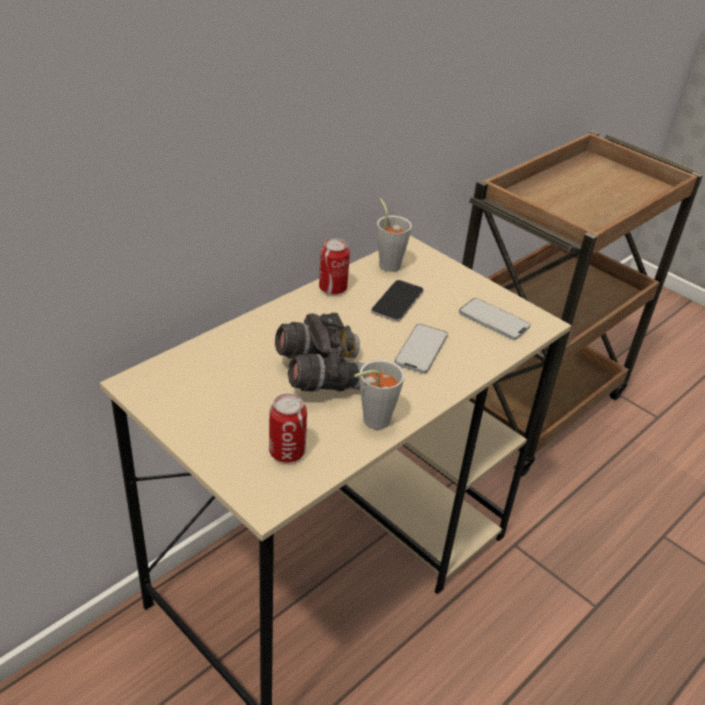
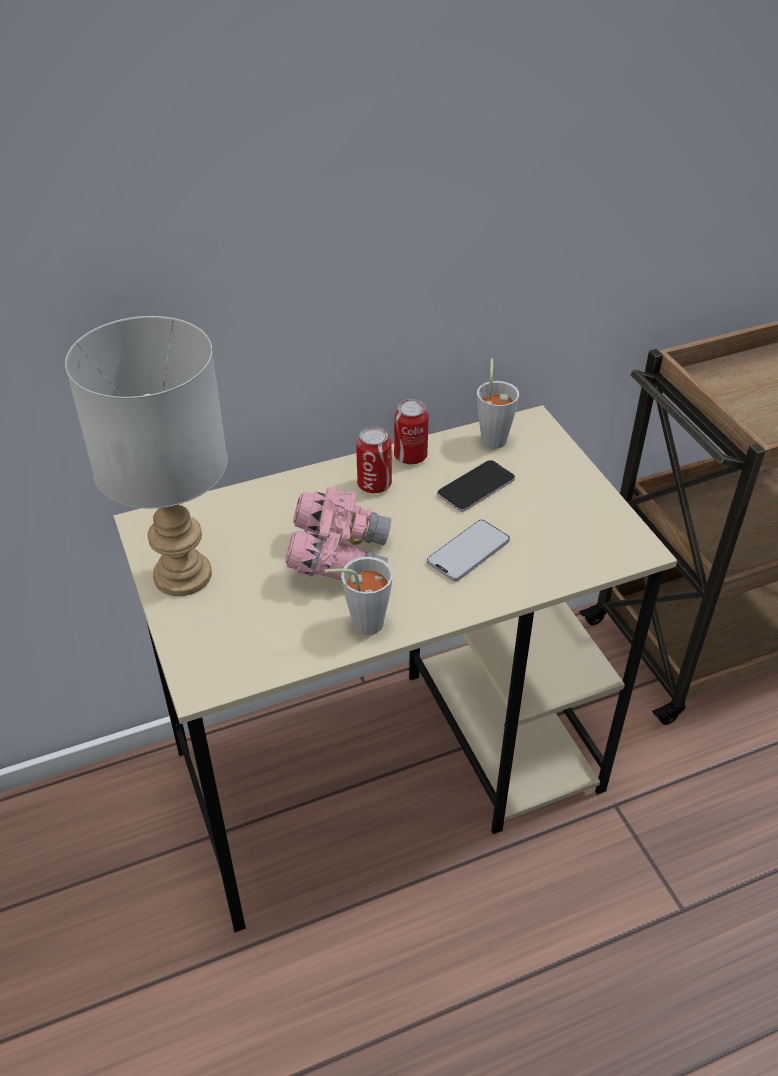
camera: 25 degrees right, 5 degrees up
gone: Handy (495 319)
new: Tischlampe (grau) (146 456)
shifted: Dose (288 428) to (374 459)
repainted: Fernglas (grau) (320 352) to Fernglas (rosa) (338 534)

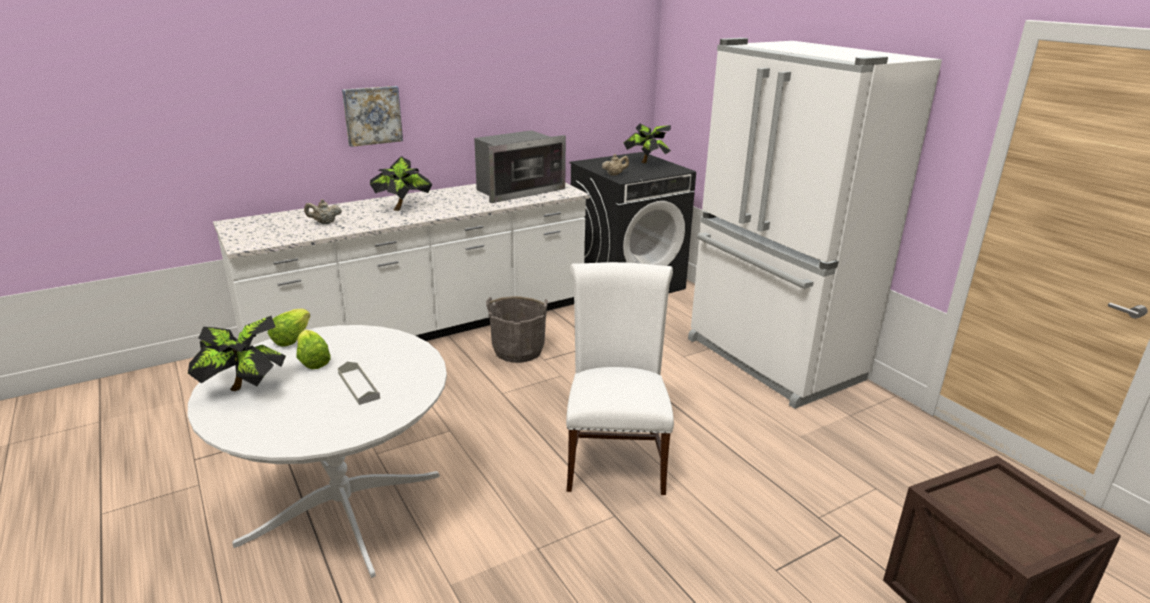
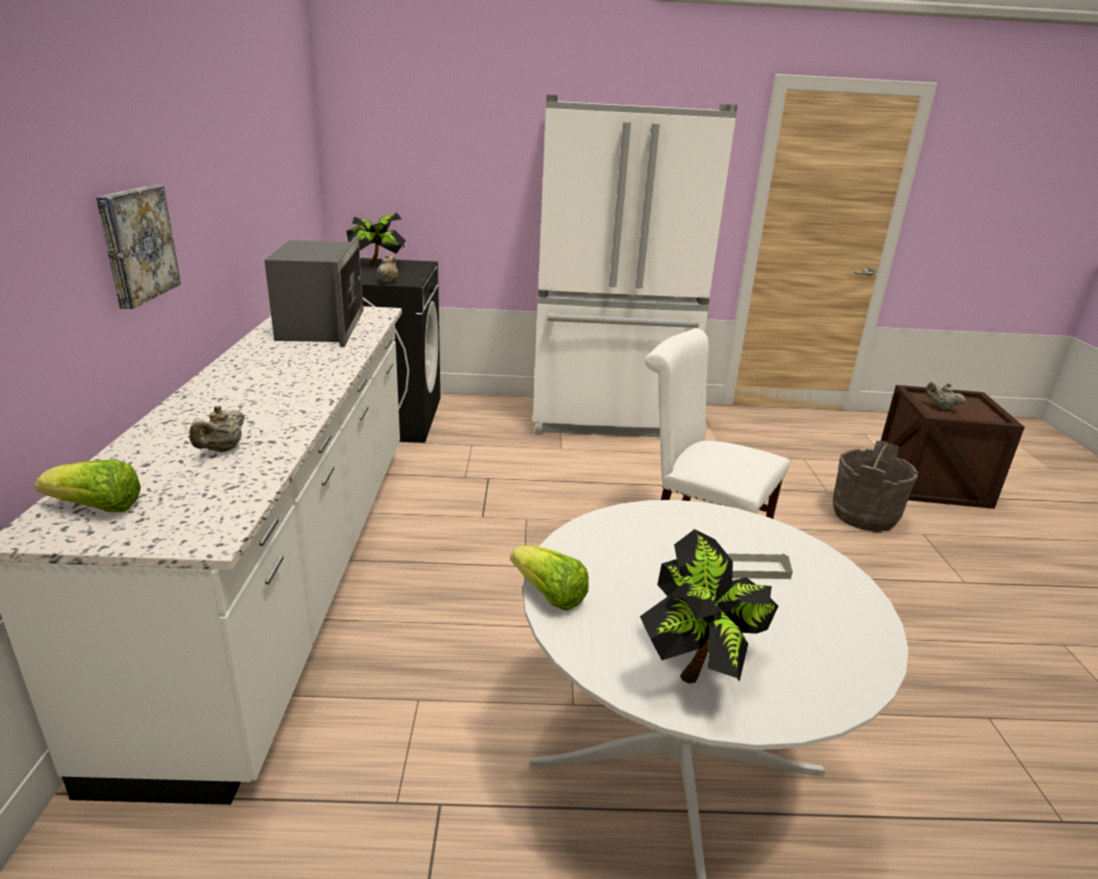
camera: 60 degrees left, 0 degrees up
gone: Topfpflanze (401 183)
new: Teekanne (beige) (945 396)
shifted: Salatkopf (313 349) to (88 486); Eimer (grau) (517 329) to (875 486)

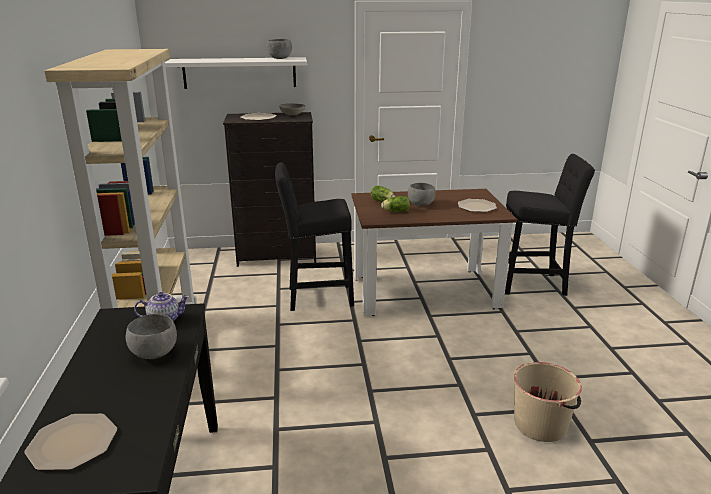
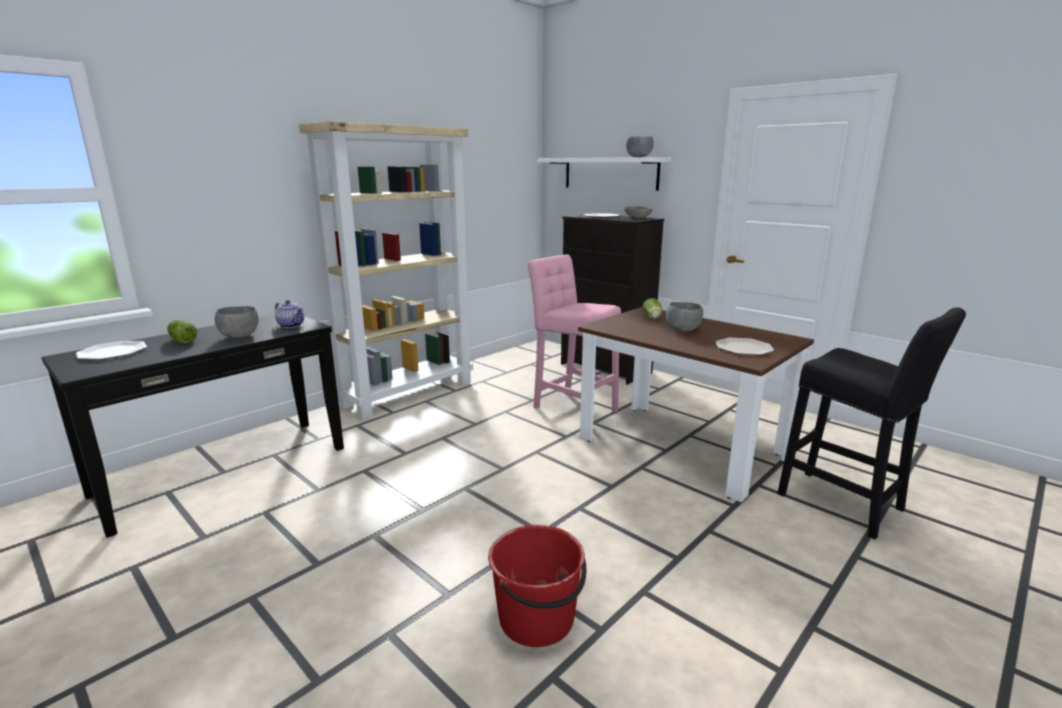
camera: 50 degrees right, 5 degrees down
shifted: Salatkopf (395 204) to (182 332)
repainted: Hocker (schwarz) (314 236) to Hocker (rosa) (574 333); Eimer (beige) (547 402) to Eimer (rot) (537 586)

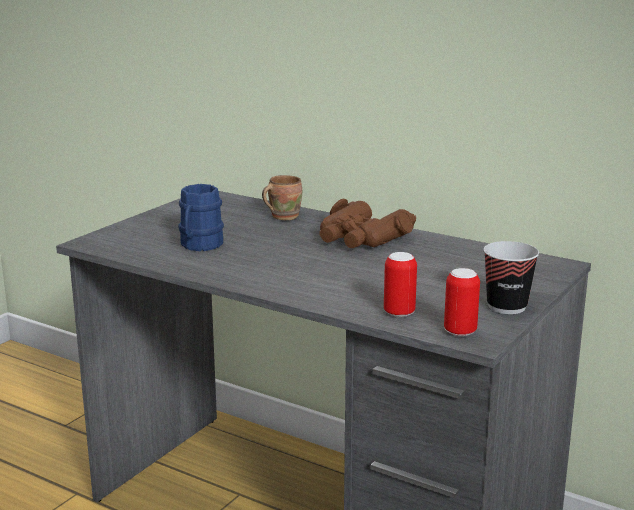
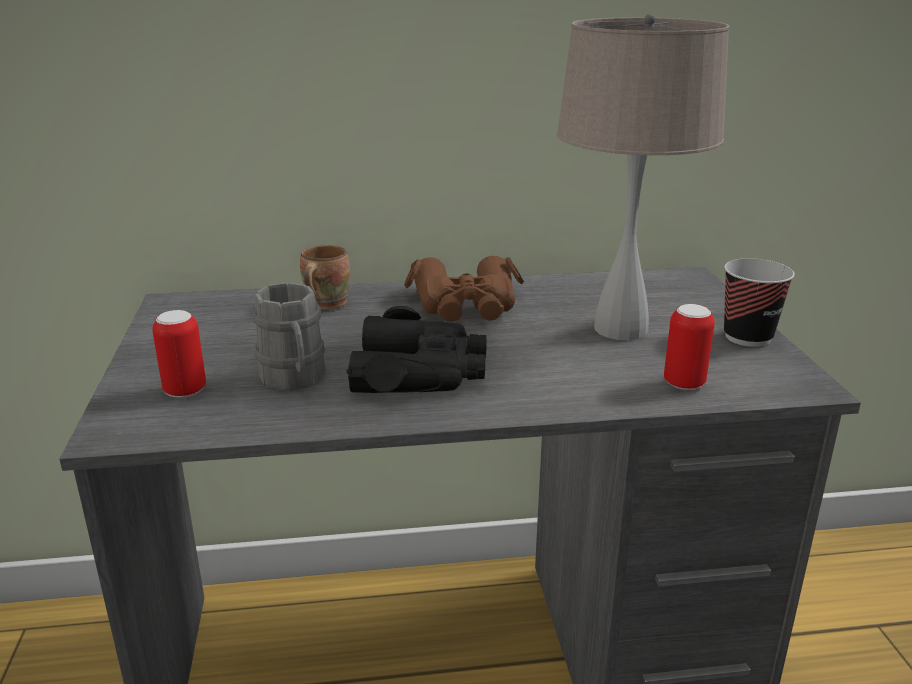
camera: 40 degrees left, 5 degrees up
new: Fernglas (schwarz) (417 349); Tischlampe (beige) (643 177)
shifted: Dose (462 302) to (179 354)
repainted: Henkelbecher (blau) (201 217) to Henkelbecher (grau) (289 337)

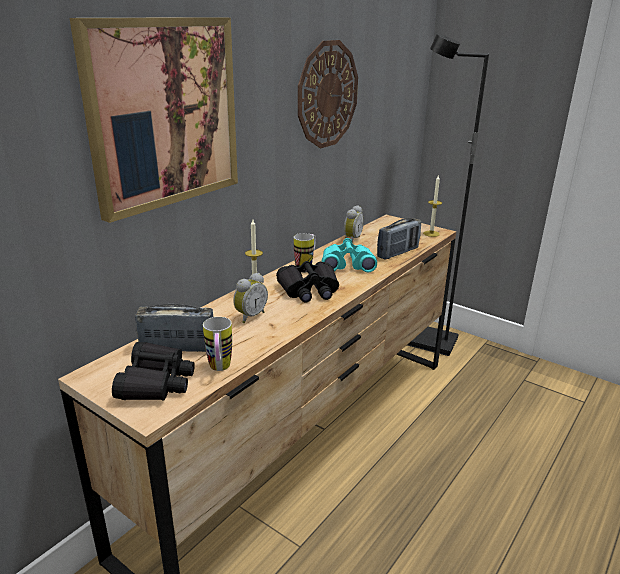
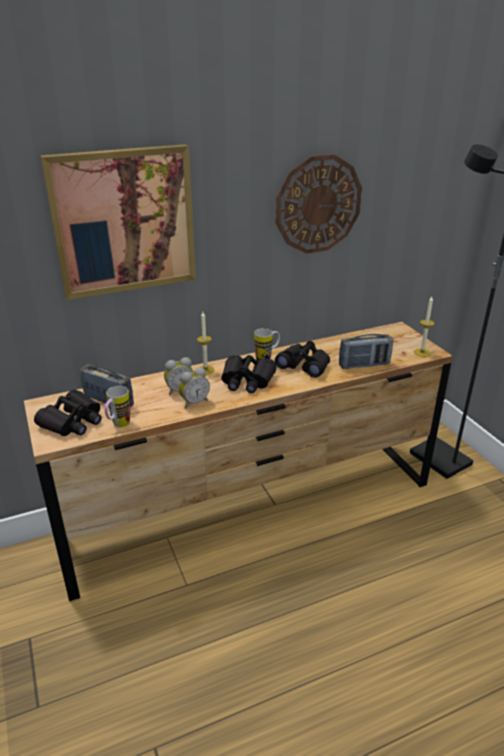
camera: 30 degrees right, 5 degrees up
shifted: Wecker (354 223) to (194 387)
repainted: Fernglas (türkis) (349 255) to Fernglas (schwarz) (302 359)

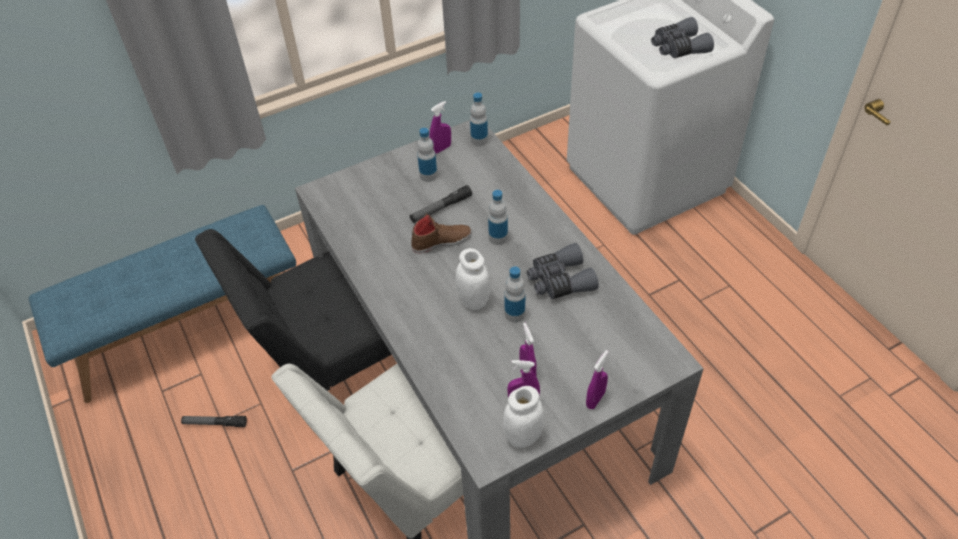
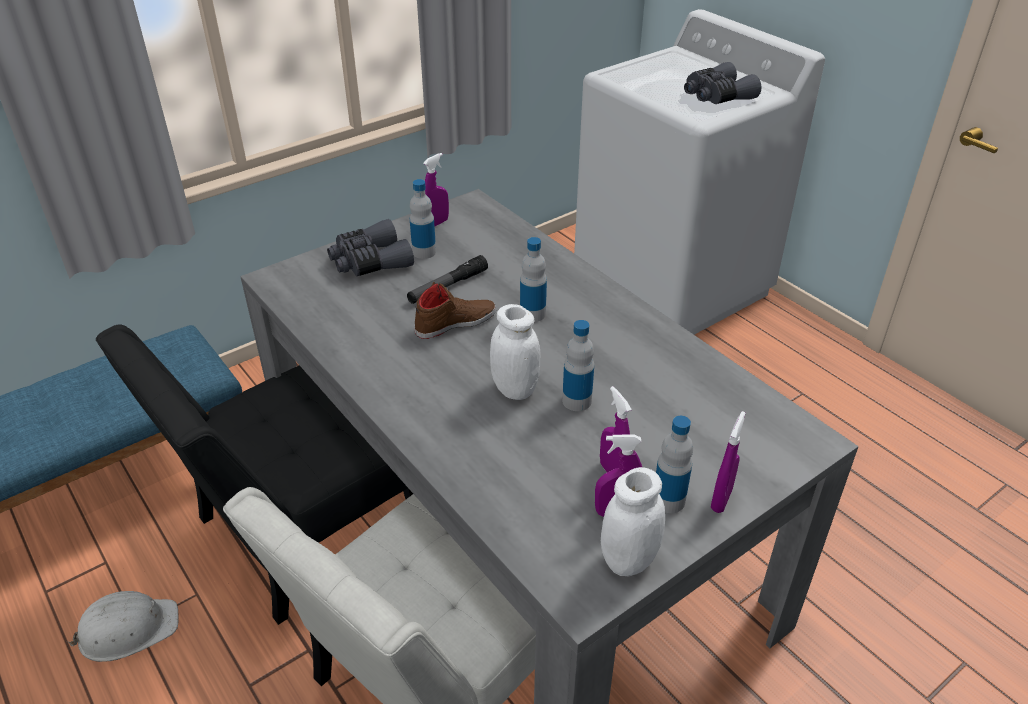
camera: 10 degrees left, 10 degrees down
shifted: Flasche (479 119) to (674 464); Fernglas (grau) (563 271) to (370 247)
swapped: Taschenlampe (214 421) to Schutzhelm (weiß) (123 626)

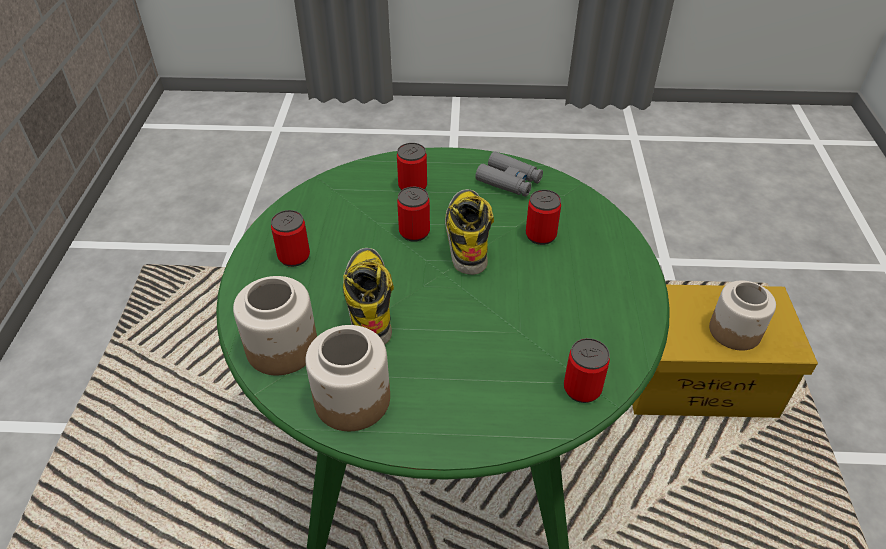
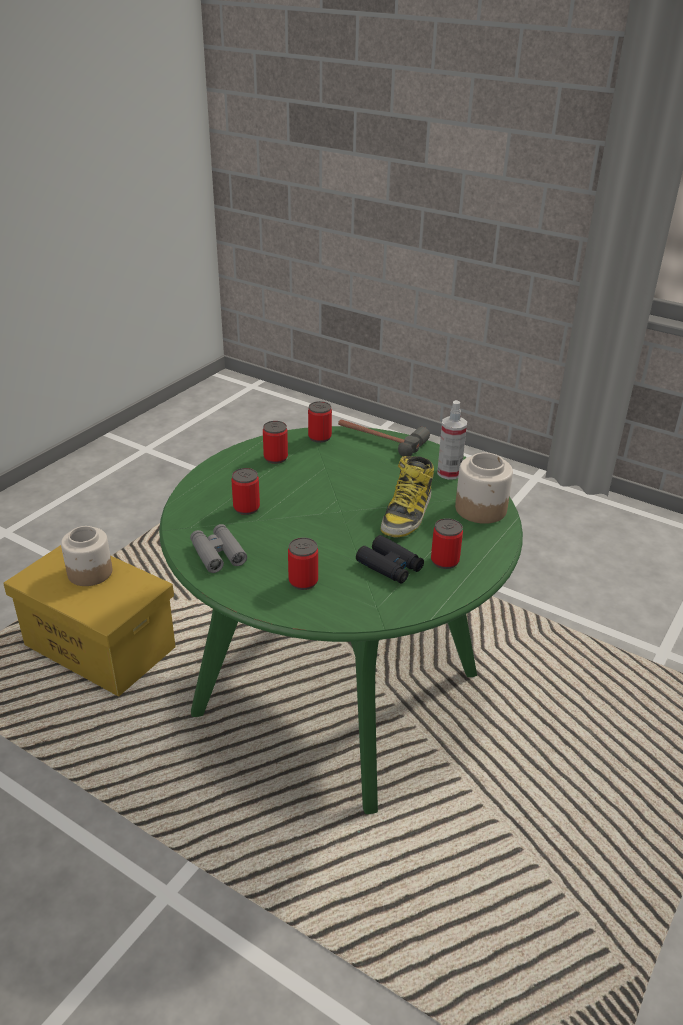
camera: 150 degrees left, 10 degrees down
gone: Stiefel (469 232)
new: Hammer (384 438); Fernglas (schwarz) (390 559)
shifted: Dose (413 214) to (275 442)
swapped: Vorratsglas (347 378) to Sprühflasche (452 440)

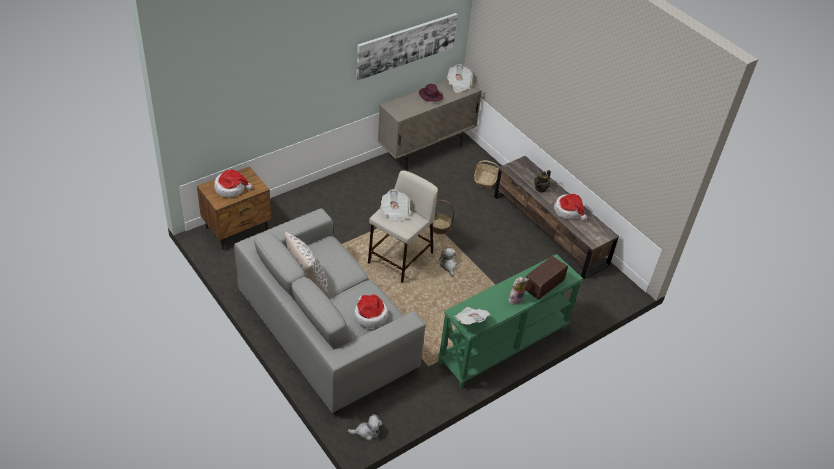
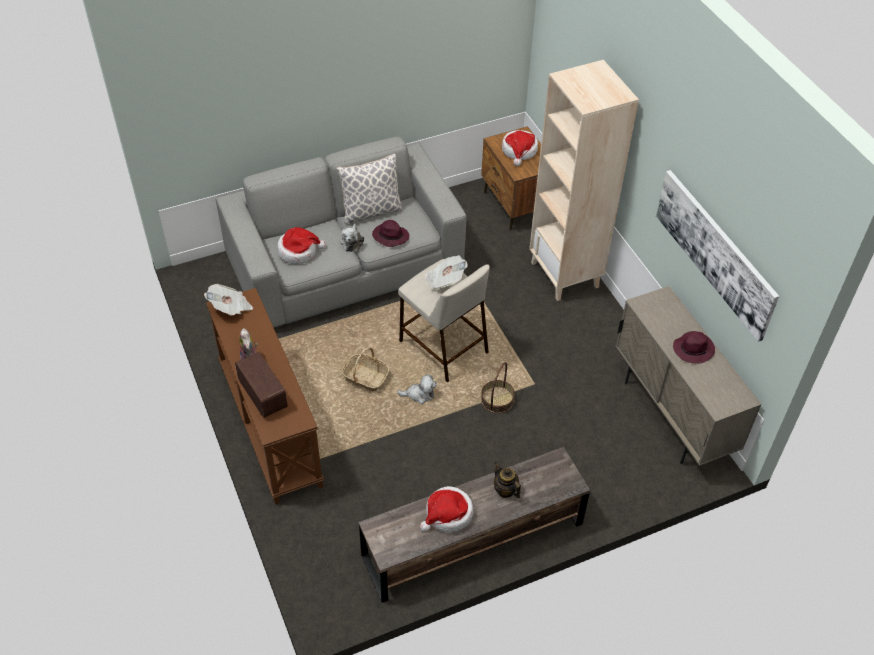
camera: 105 degrees right, 5 degrees up
gone: Zeitung (460 78)
new: Hut (lila) (390 233); Bücherregal (beige) (584 180)
shifted: Plüschtier (365 427) to (352 238); Korb (486 174) to (365 369)
repainted: Konsolentisch (grün) (510 321) to Konsolentisch (braun) (265 396)

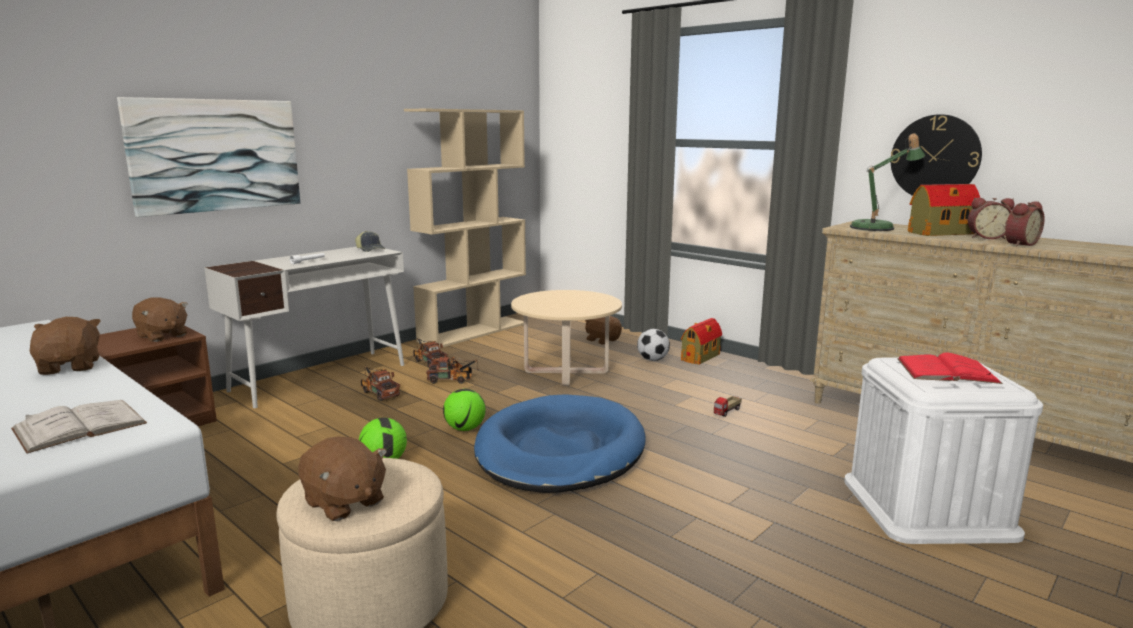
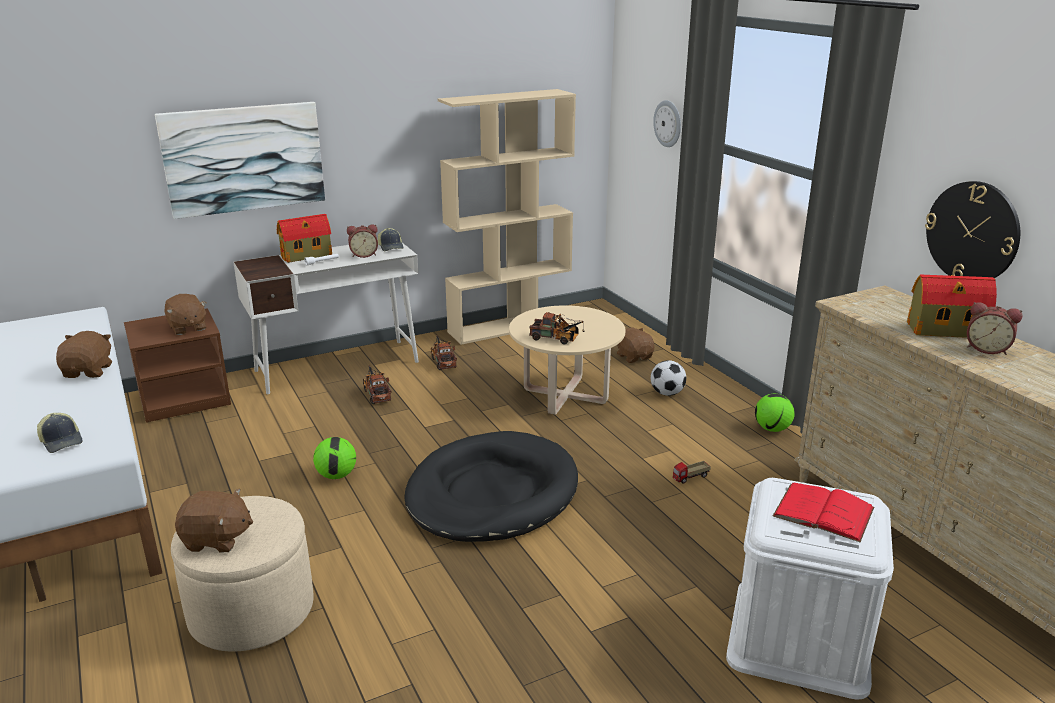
camera: 20 degrees right, 10 degrees up
gone: Tischlampe (888 182)
new: Wanduhr (667 123)
shifted: Spielzeuglaster (452 370) to (557 328); Fußball (464 410) to (775 413); Spielzeughaus (701 341) to (304 238); Wecker (1025 224) to (362 241)
swapped: Buch (weiß) (79 427) to Kappe (60 433)
repainted: Hundebett (blau) (560 443) to Hundebett (schwarz) (491 486)
rotated: Plüschtier (braun) (342 478) = (214 520) 60 degrees counterclockwise

